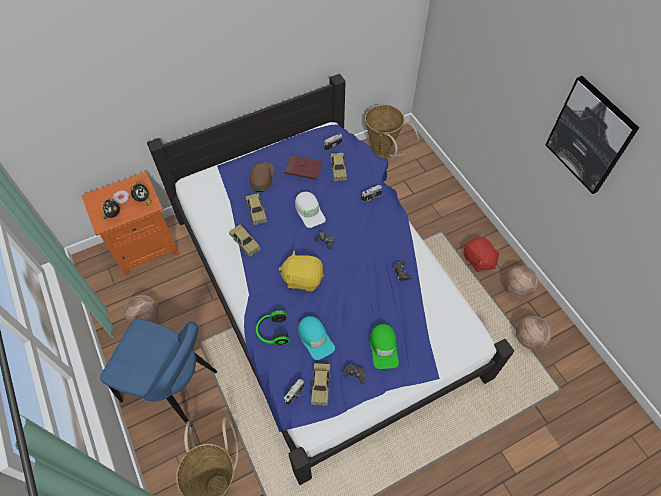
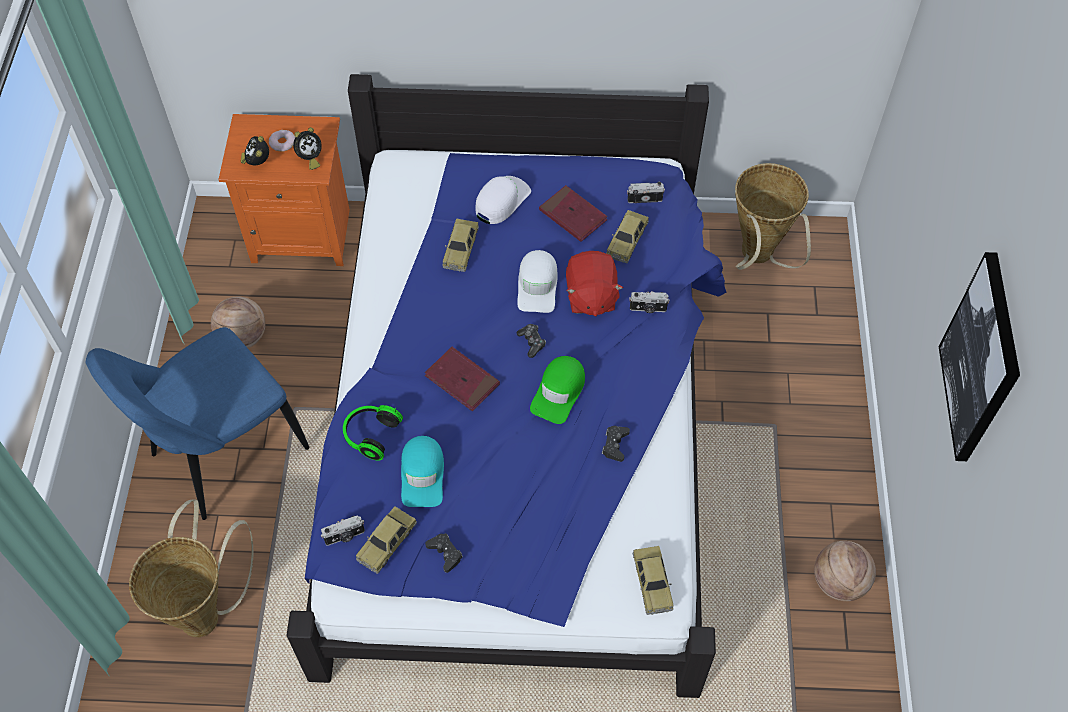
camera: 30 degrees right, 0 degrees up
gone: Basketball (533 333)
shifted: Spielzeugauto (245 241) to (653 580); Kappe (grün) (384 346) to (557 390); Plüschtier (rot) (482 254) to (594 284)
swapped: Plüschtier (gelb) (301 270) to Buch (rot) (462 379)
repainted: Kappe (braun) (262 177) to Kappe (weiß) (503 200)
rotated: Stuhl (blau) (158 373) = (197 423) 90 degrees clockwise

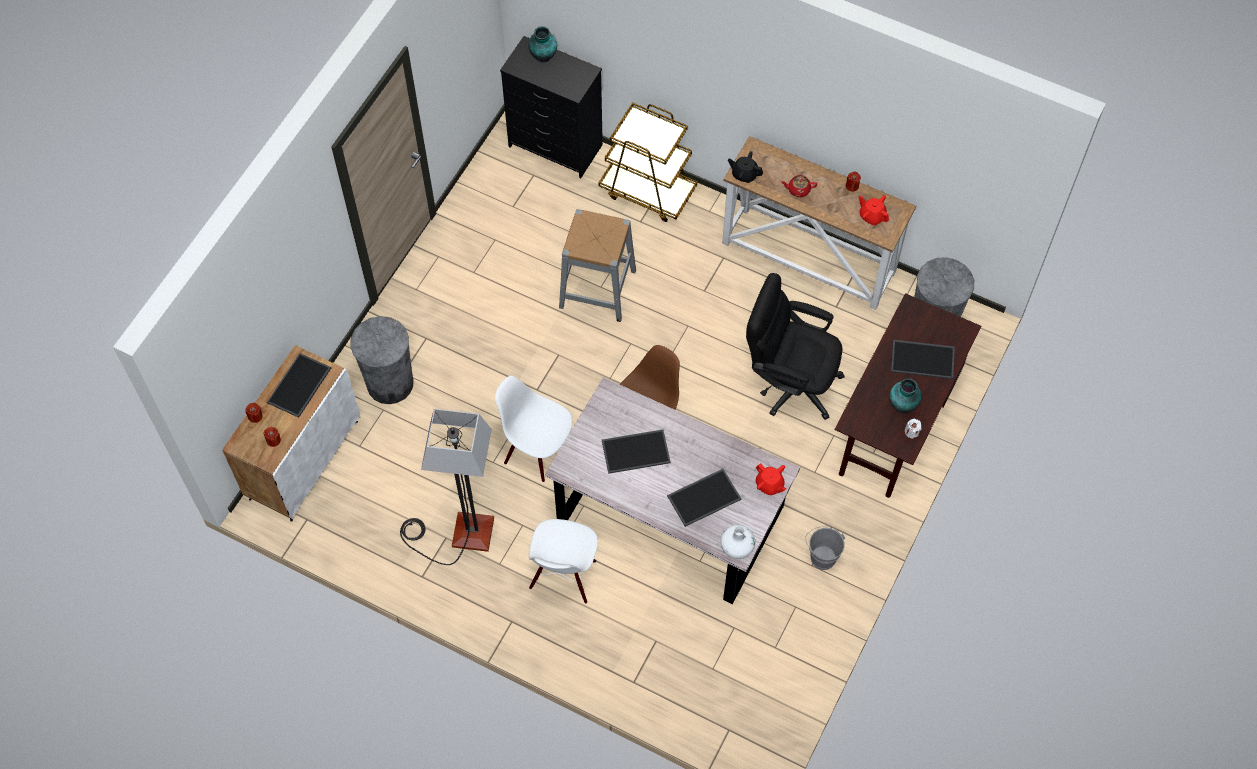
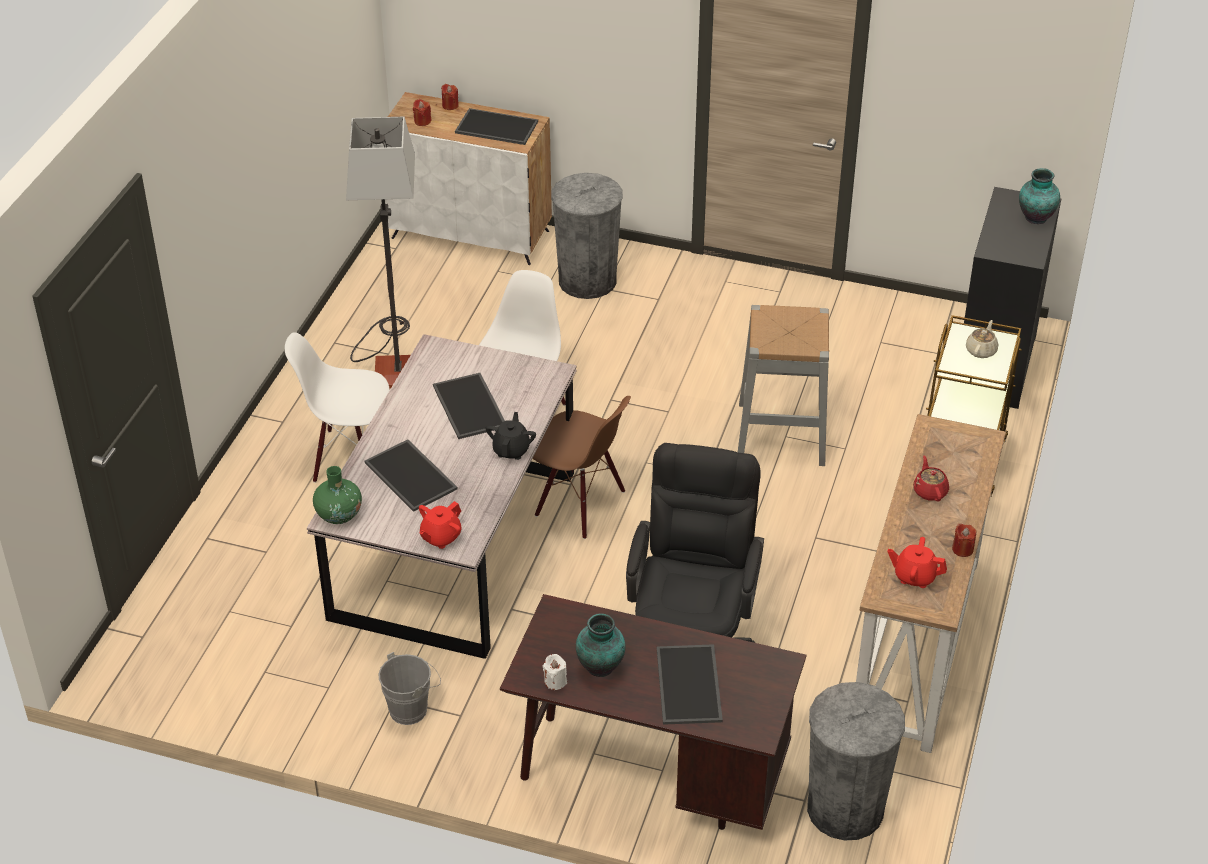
camera: 80 degrees right, 20 degrees down
new: Teekanne (beige) (982 339)
shifted: Teekanne (schwarz) (745 167) to (511 436)
repainted: Vase (weiß) (737 542) to Vase (grün) (337 495)
rotated: Teekanne (rot) (874 210) = (917 562) 105 degrees counterclockwise

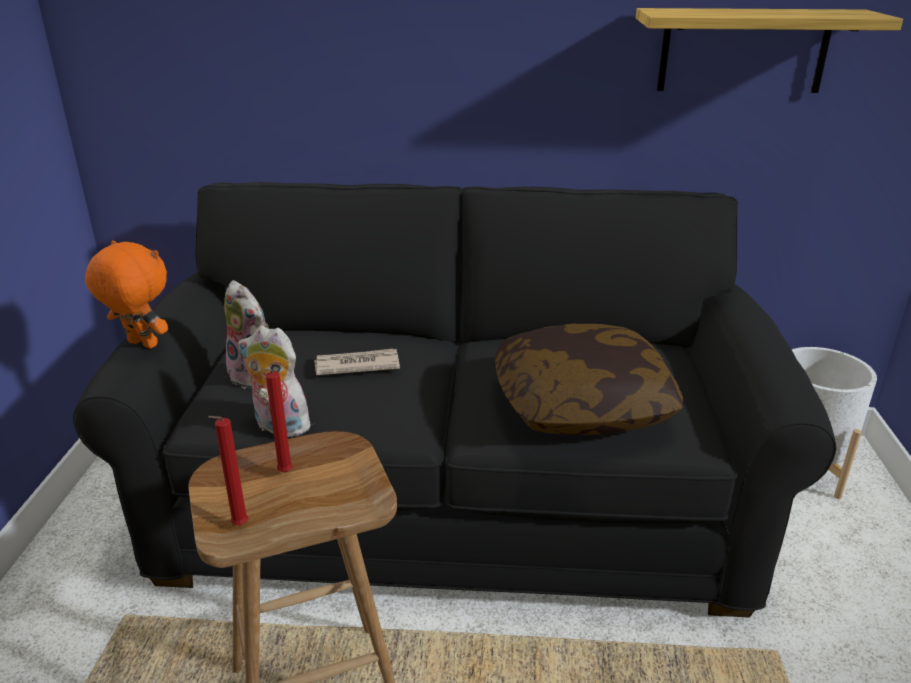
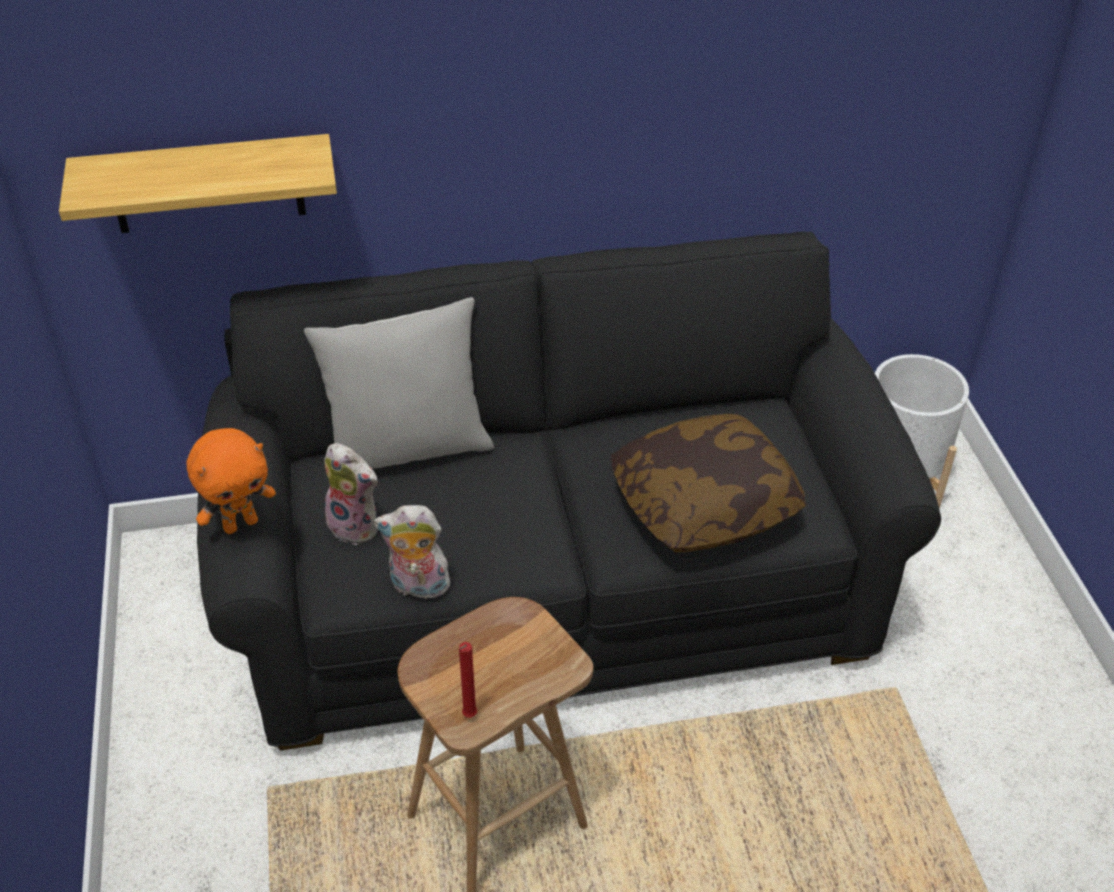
camera: 15 degrees left, 15 degrees up
gone: Kerze (rot) (278 420); Zeitung (357 362)
new: Kissen (grau) (399 383)
shifted: Wandregal (769 50) to (198 183)
rotated: Plüschtier (orange) (126 295) = (231 481) 135 degrees clockwise

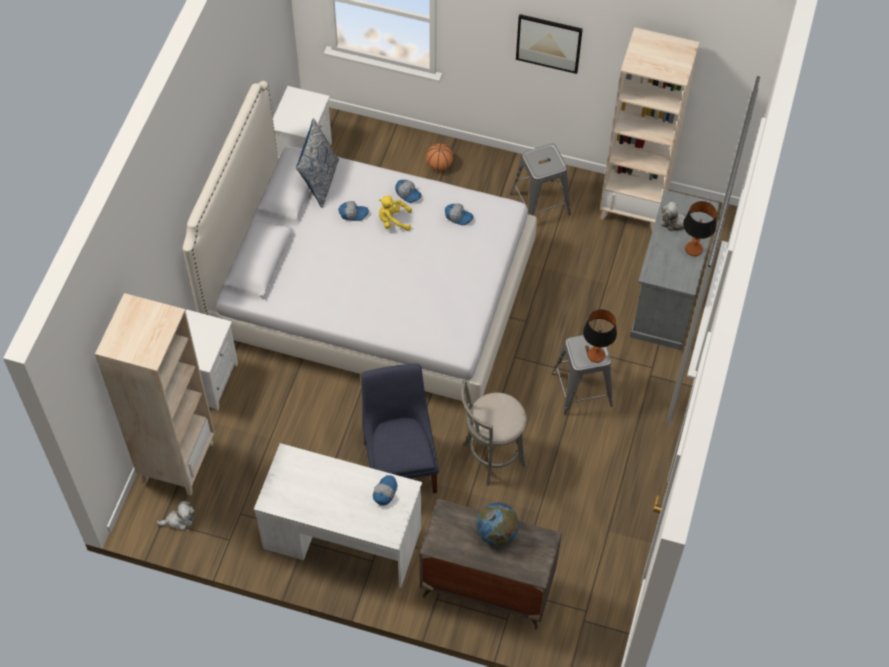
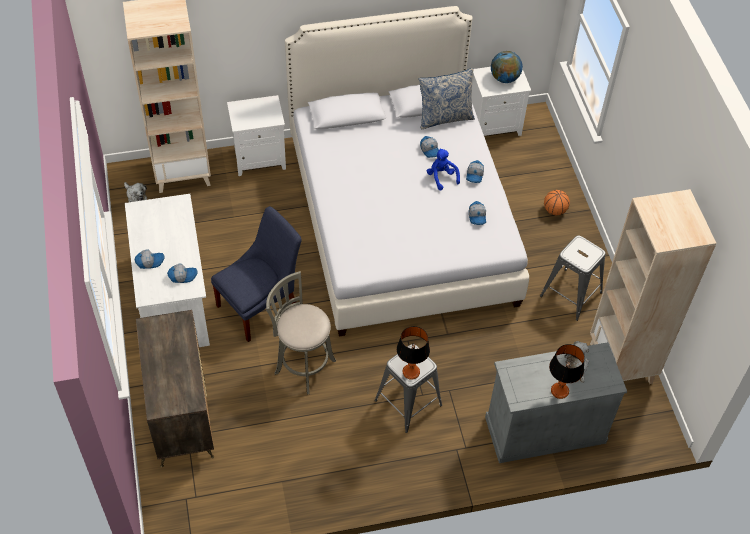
camera: 60 degrees right, 5 degrees down
gone: Bild (549 44)
new: Kappe (149 259)
shifted: Globus (497 524) to (507 67)
repainted: Plüschtier (gelb) (395 213) to Plüschtier (blau) (443 169)

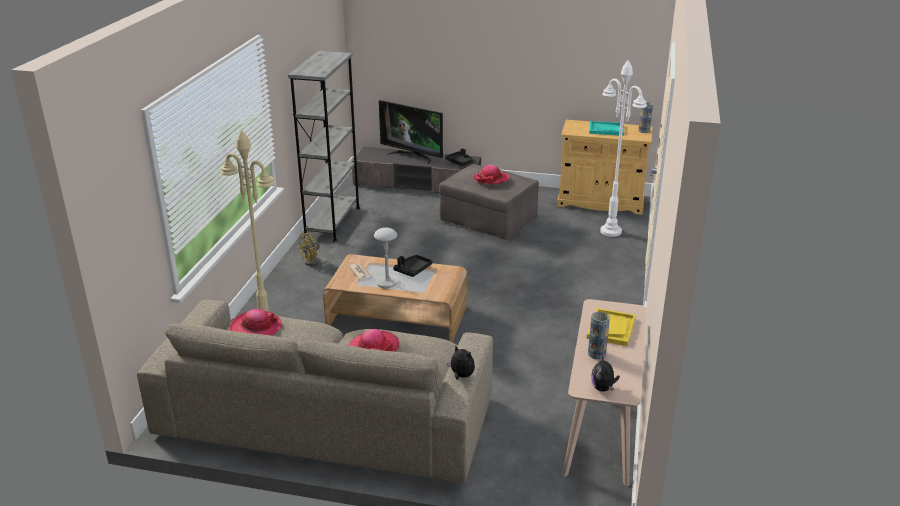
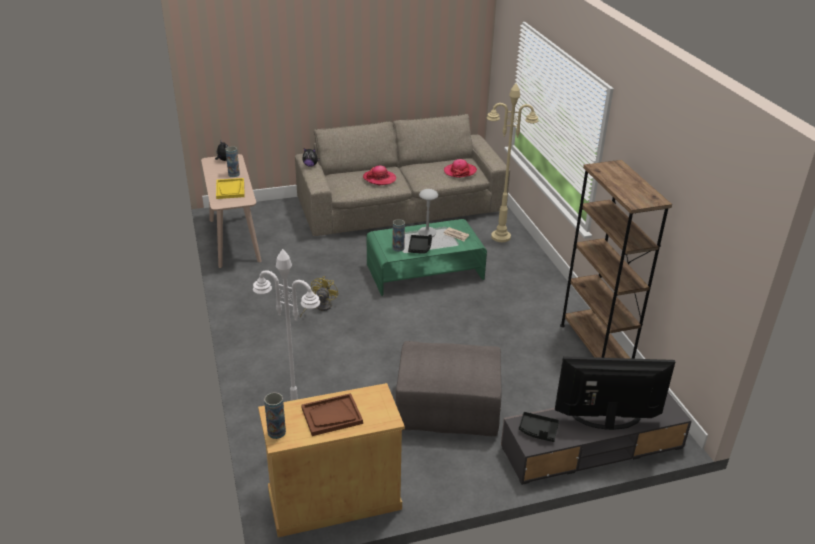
camera: 150 degrees right, 5 degrees up
gone: Hut (491 175)
new: Vase (398 235)
shifted: Ventilator (gelb) (319 249) to (319 297)
repainted: Bücherregal (grau) (324 146) to Bücherregal (braun) (616 259); Couchtisch (braun) (395 298) to Couchtisch (grün) (427 257); Tablett (türkis) (606 128) to Tablett (braun) (332 414)

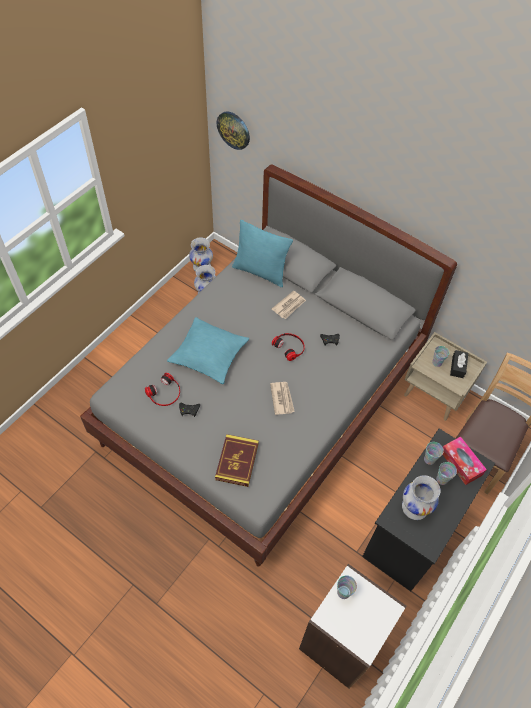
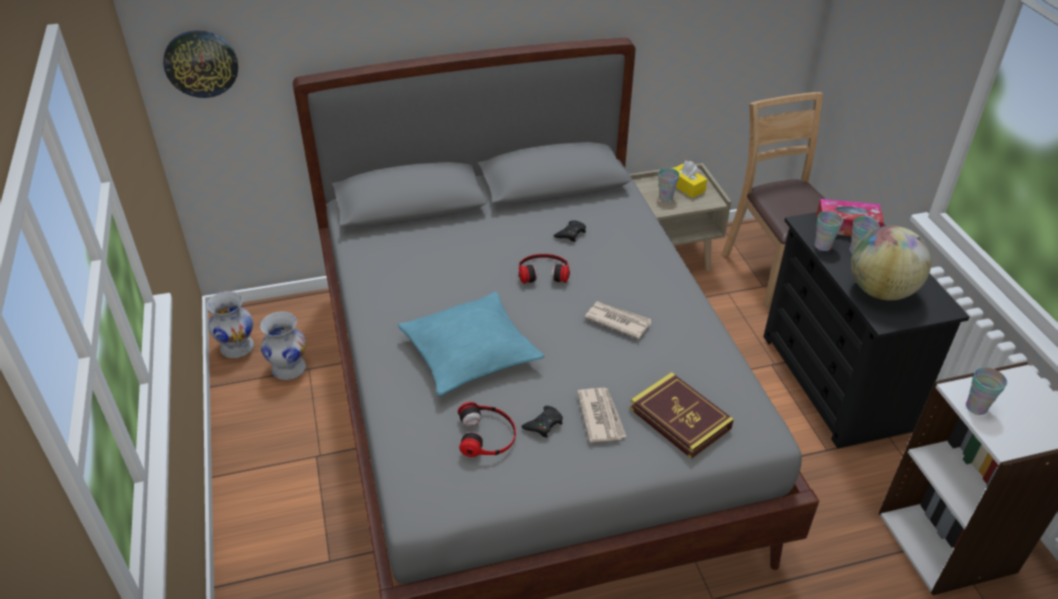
camera: 50 degrees left, 15 degrees down
gone: Kissen (türkis) (262 253)
shifted: Zeitung (289 305) to (601 415)
swapped: Vase (weiß) (421 497) to Globus (891 263)
repainted: Taschentuchbox (schwarz) (459 364) to Taschentuchbox (gelb) (689 179)

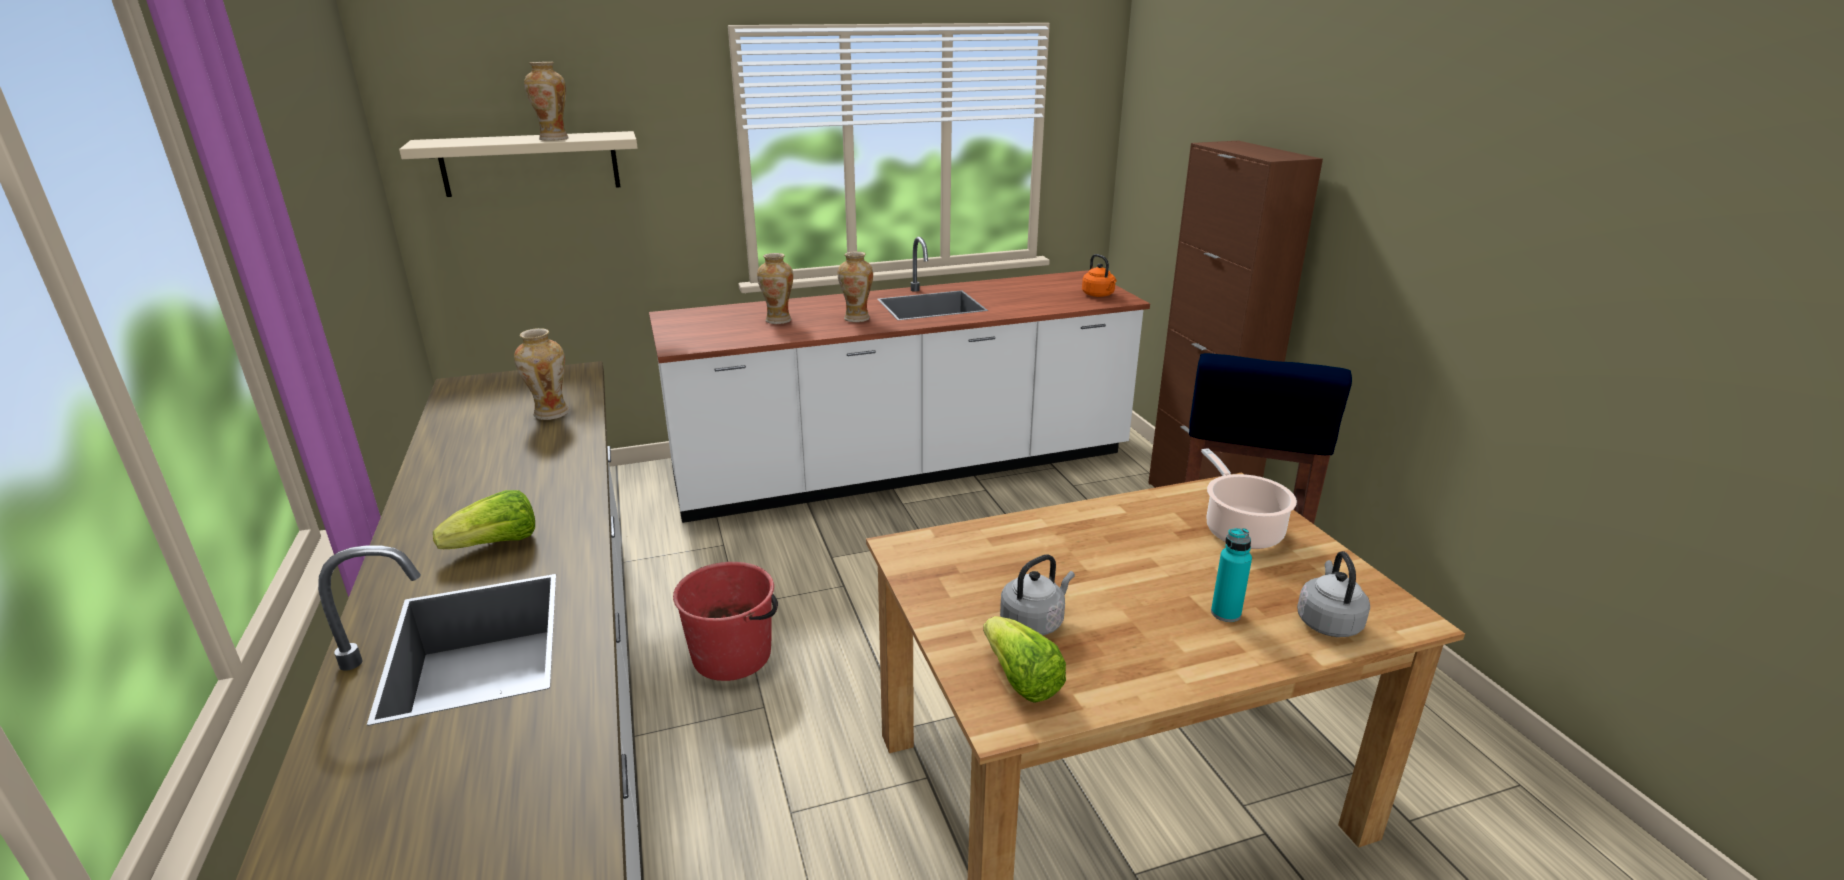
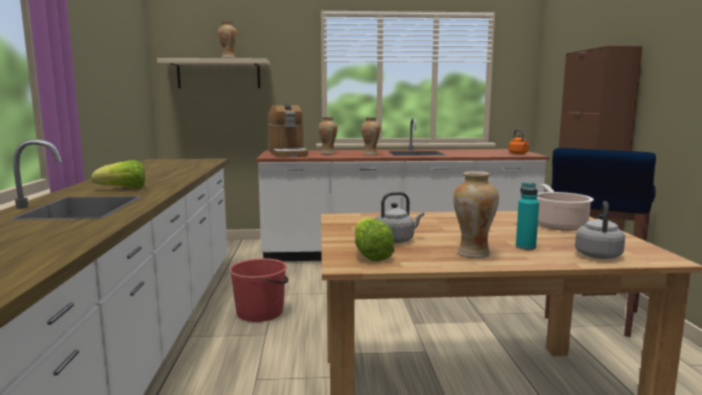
camera: 15 degrees right, 15 degrees down
new: Kaffeemaschine (288 130)
shifted: Vase (541 374) to (476 214)

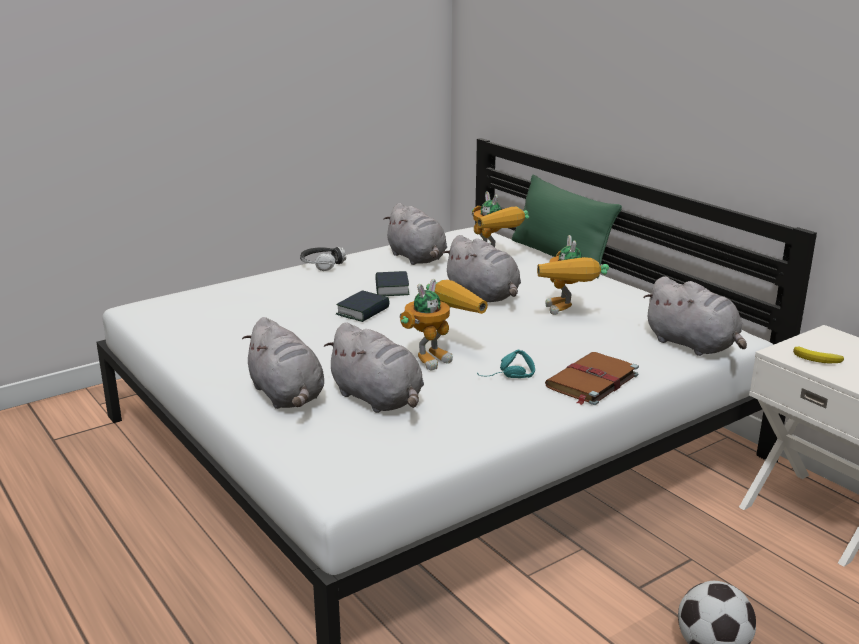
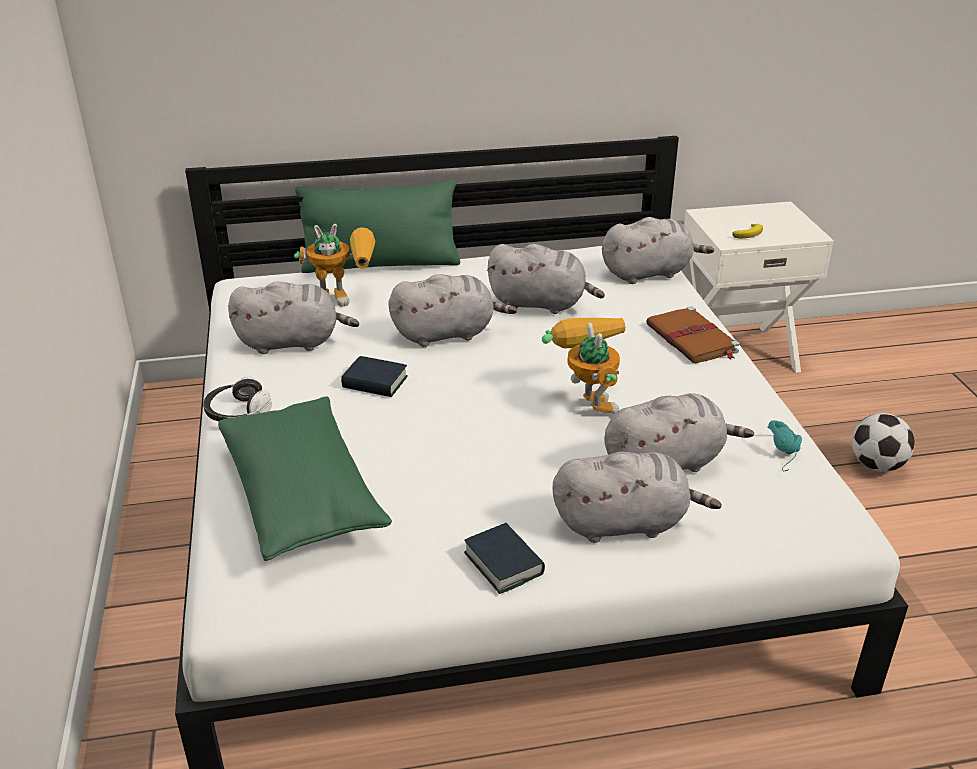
camera: 65 degrees left, 10 degrees up
new: Kissen (grün) (305 478)
shifted: Buch (362 306) to (504 558); Kopfhörer (türkis) (506 363) to (784 445)
swapped: Spielzeugroboter (573 275) to Plüschtier (grau) (546 279)

